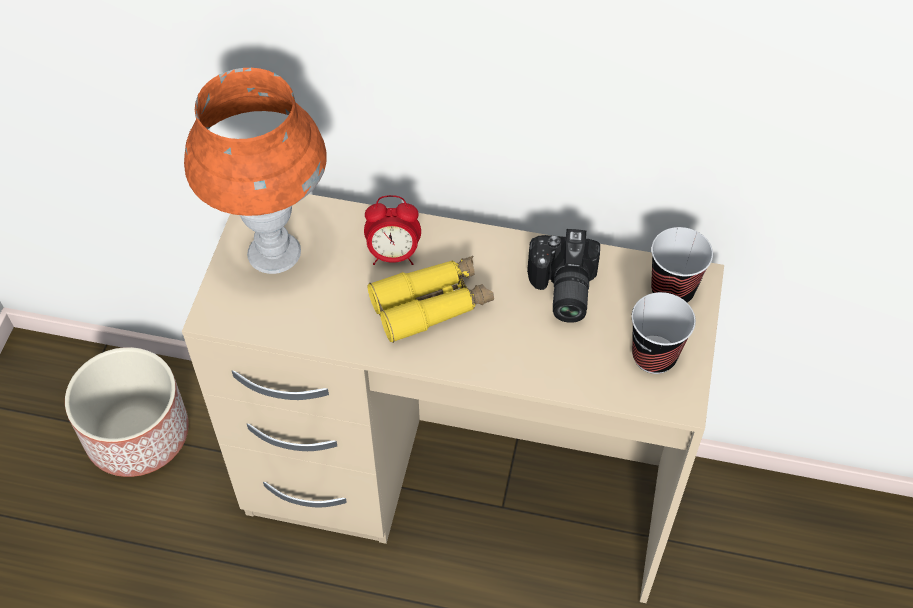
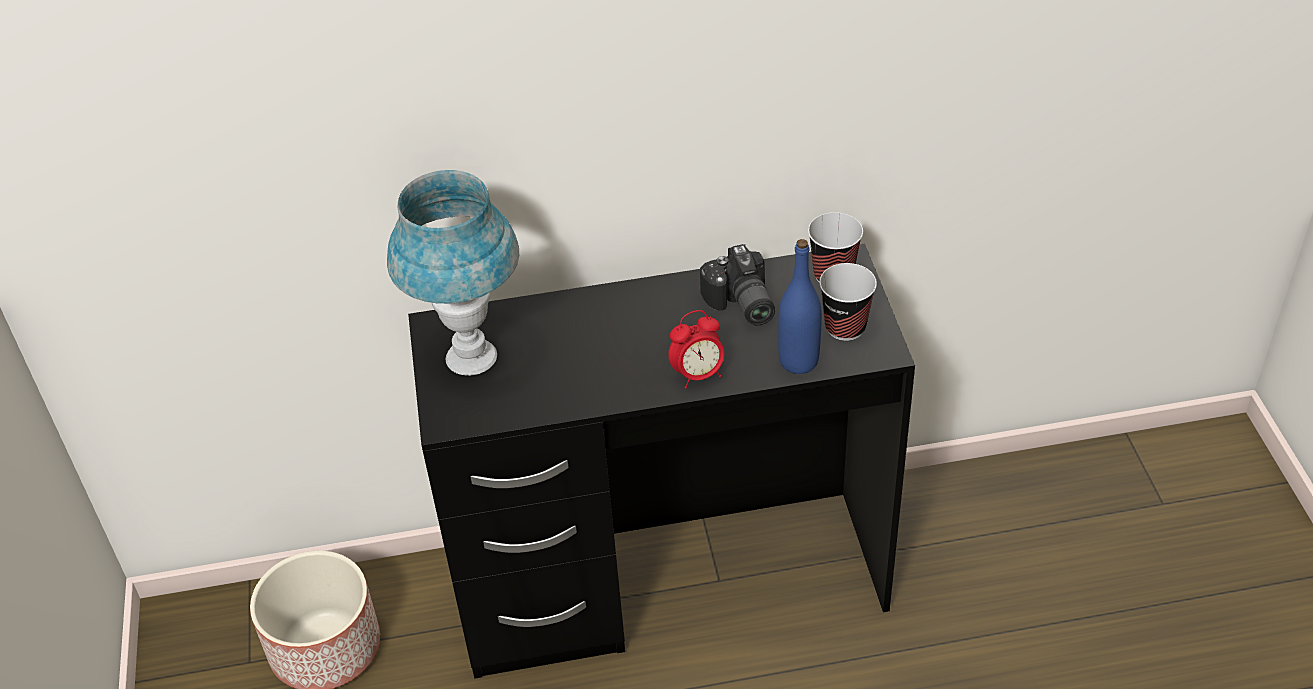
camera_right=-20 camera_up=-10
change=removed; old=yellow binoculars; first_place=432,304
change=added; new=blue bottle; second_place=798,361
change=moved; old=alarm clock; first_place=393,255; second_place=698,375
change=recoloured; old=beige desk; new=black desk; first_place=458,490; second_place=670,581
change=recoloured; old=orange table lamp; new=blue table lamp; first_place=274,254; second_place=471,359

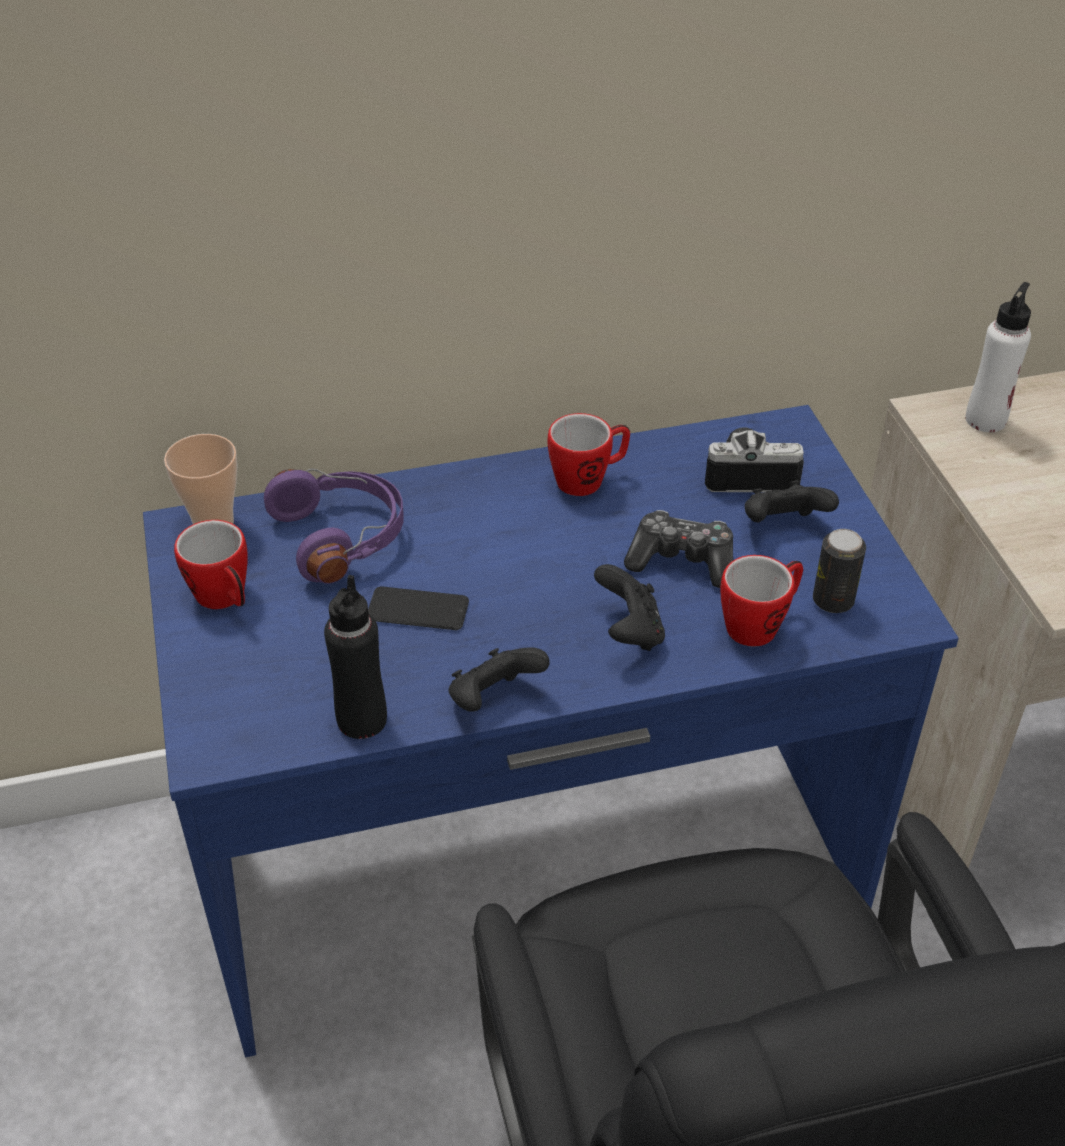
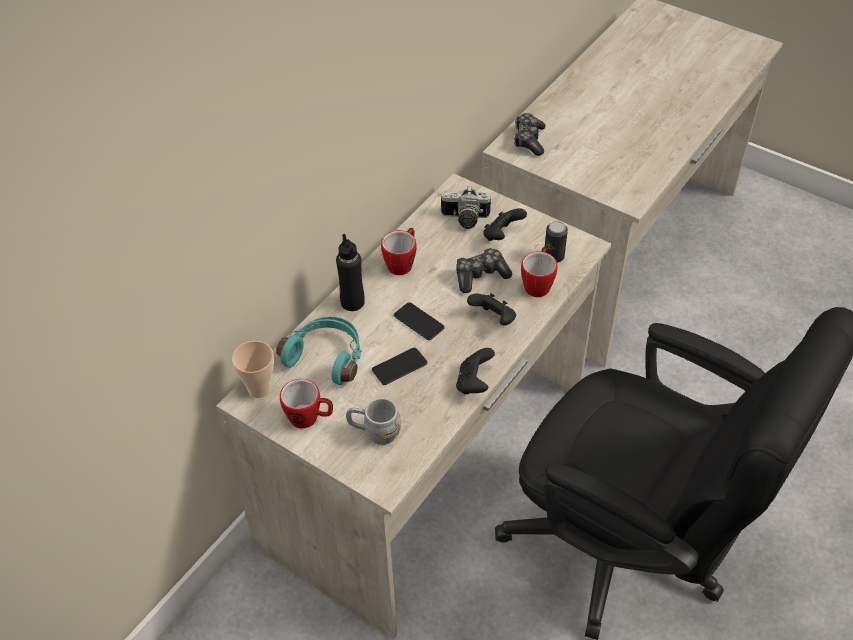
camera_right=-40 camera_up=5
change=added; new=grey mug; second_place=374,432
change=added; new=phone; second_place=419,322
change=moved; old=black bottle; first_place=361,720; second_place=352,302
change=replaced; old=white bottle; new=game controller; first_place=985,419; second_place=529,140
change=recoloured; old=blue desk; new=beige desk; first_place=532,861; second_place=429,466
change=recoloured; old=purple headphones; new=turquoise headphones; first_place=342,537; second_place=327,356
change=turned; old=photo camera; first_place=749,474; second_place=465,220; degrees=-135

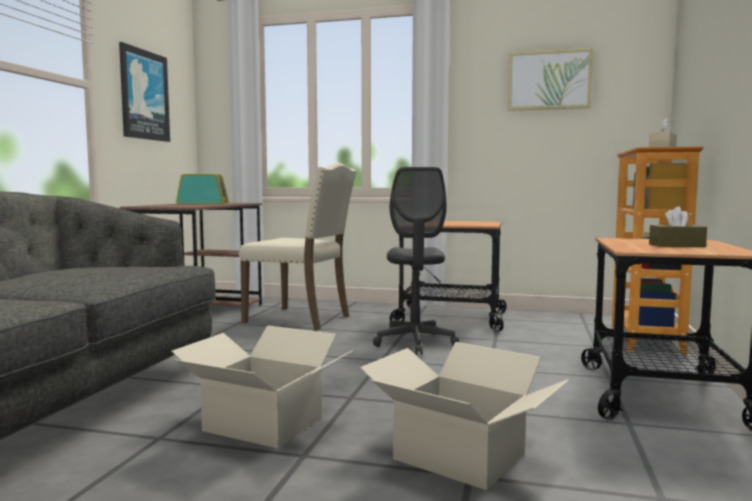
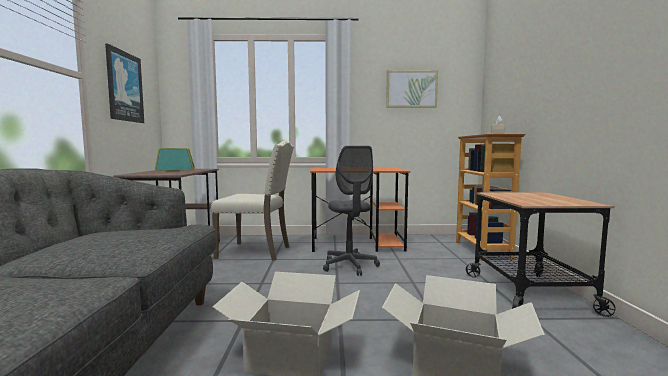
camera_right=-15 camera_up=0
change=removed; old=brown tissue box; first_place=676,245
change=replaced; old=cart; new=orange desk; first_place=450,319; second_place=358,244

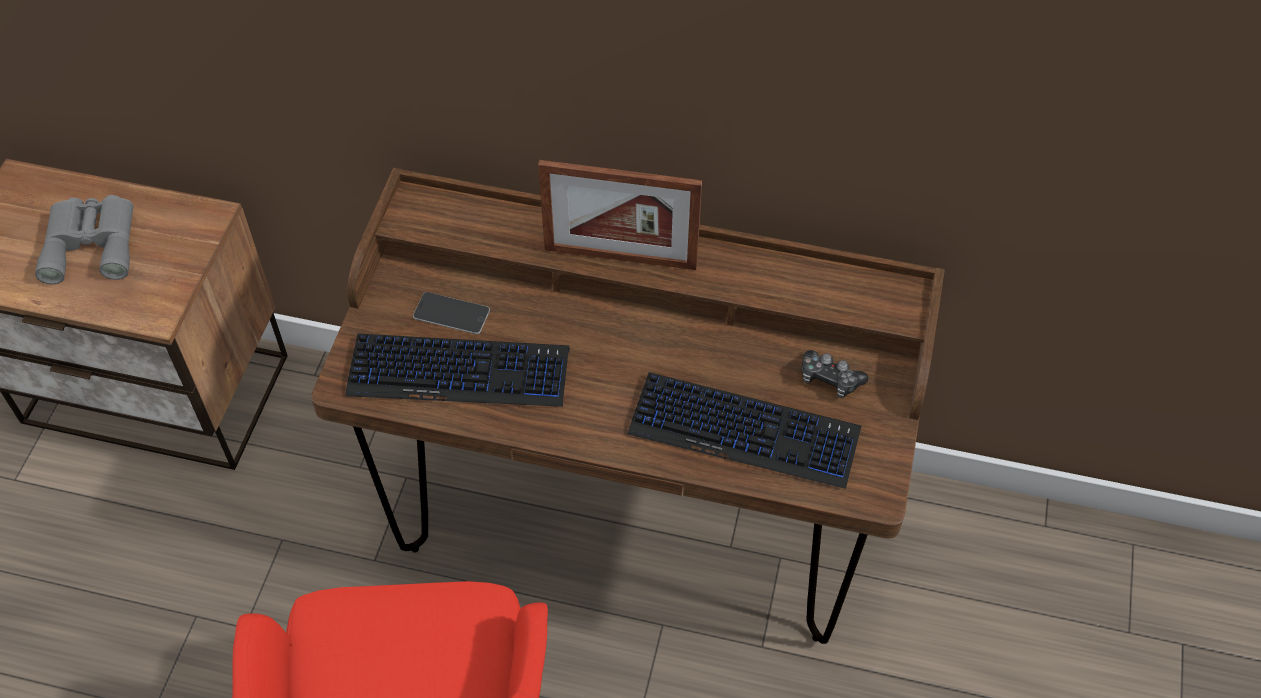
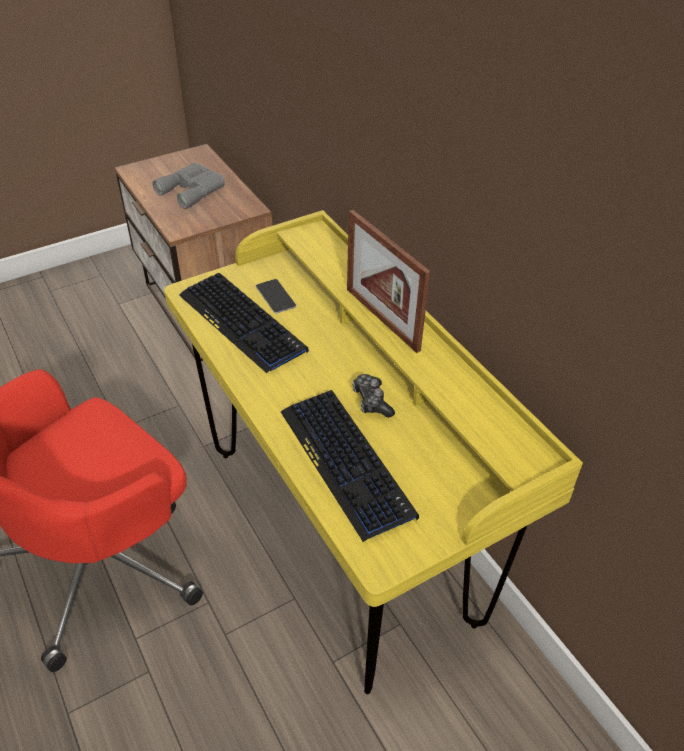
camera_right=45 camera_up=-10
change=moved; old=game controller; first_place=829,379; second_place=371,401
change=recoloured; old=brown desk; new=yellow desk; first_place=631,522; second_place=340,532

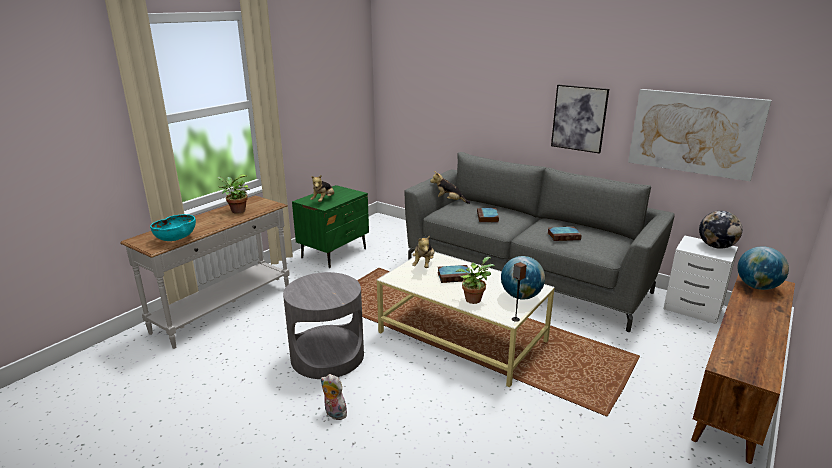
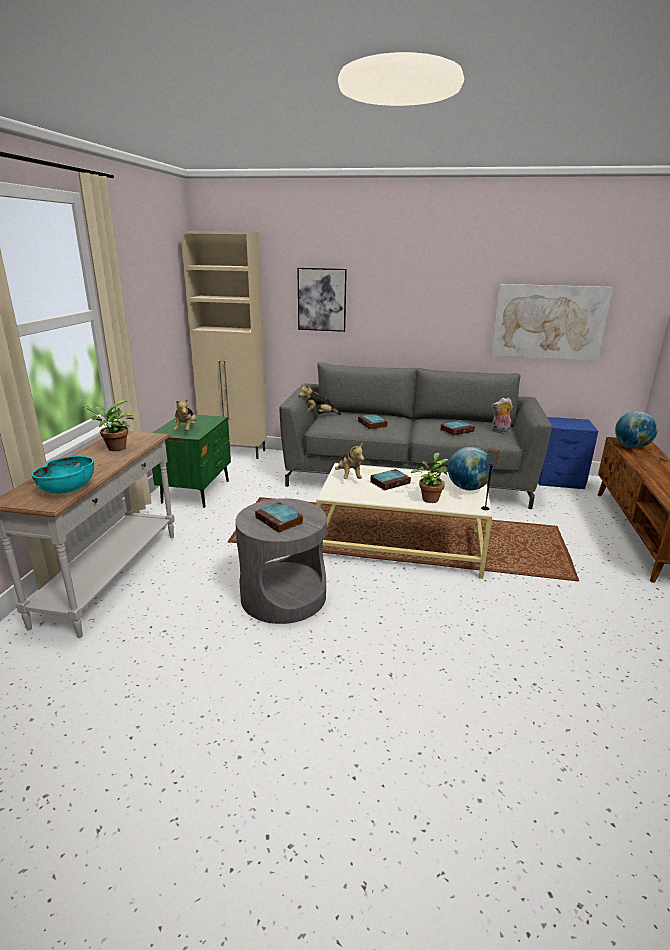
camera_right=-25 camera_up=0
change=removed; old=globe; first_place=716,246
change=added; new=beige cabinet; second_place=235,452
change=added; new=book; second_place=280,521
change=moved; old=plush toy; first_place=334,414; second_place=500,432
change=moved; old=picture; first_place=579,118; second_place=322,299
change=recoloured; old=white nightstand; new=blue nightstand; first_place=694,309; second_place=559,480

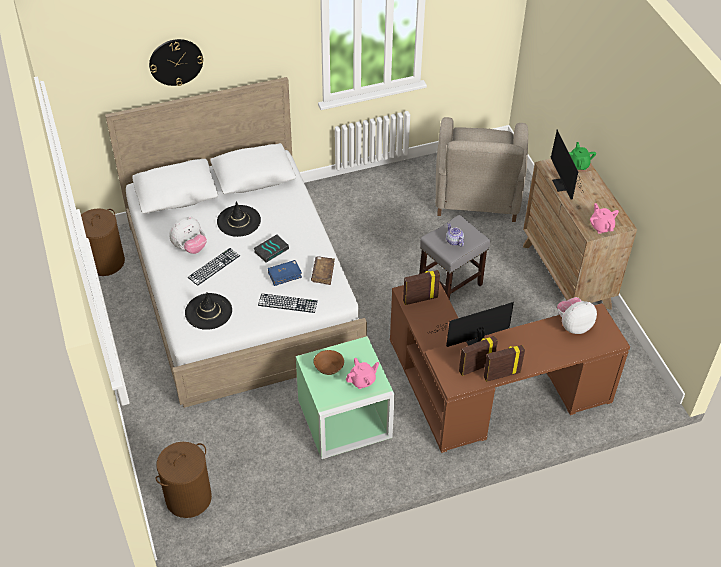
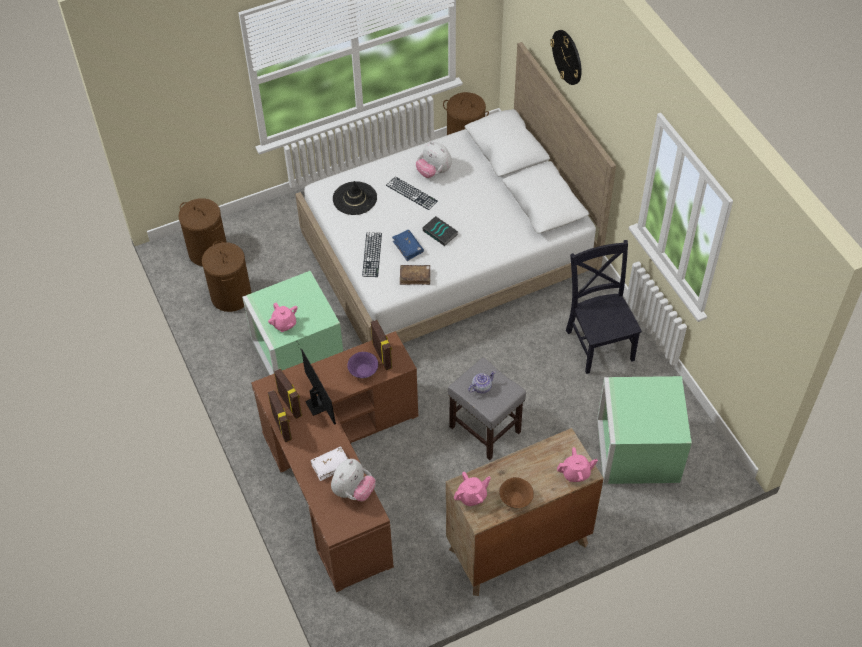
camera_right=85 camera_up=5
change=removed; old=black hat; first_place=238,221
change=removed; old=monitor; first_place=563,187
change=added; new=brown laundry basket; second_place=231,295
change=added; new=white book; second_place=330,465
change=added; new=purple bowl; second_place=363,371
change=added; new=black chair; second_place=599,342
change=moved; old=brown bowl; first_place=329,368; second_place=516,499
change=replaced; old=beige armchair; new=green storage box; first_place=477,194; second_place=636,449
change=recoloured; old=green teapot; new=pink teapot; first_place=578,165; second_place=576,473
change=turned; old=plush toy; first_place=573,325; second_place=353,491; degrees=60

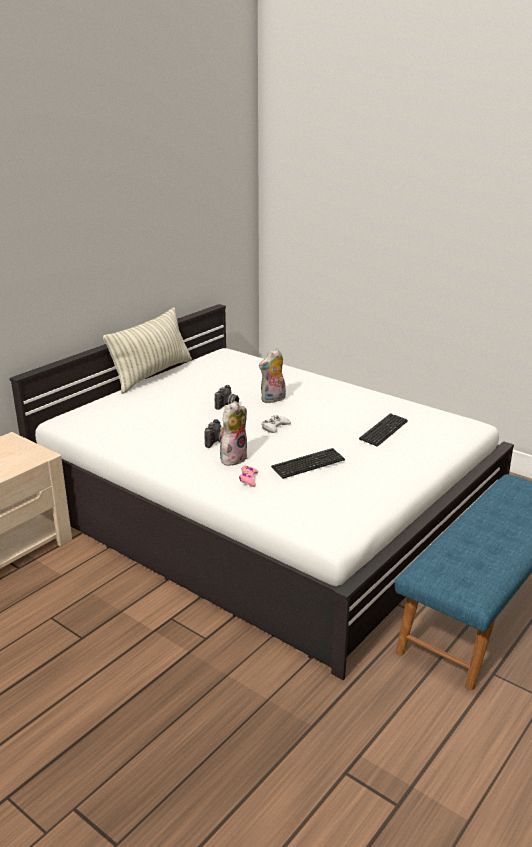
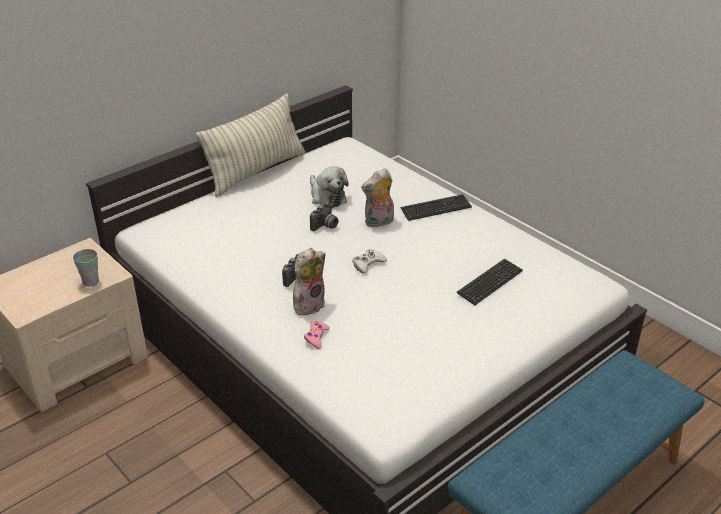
camera_right=10 camera_up=10
change=added; new=cup; second_place=91,282
change=added; new=plush toy; second_place=327,197
change=moved; old=keyboard; first_place=308,464; second_place=436,209

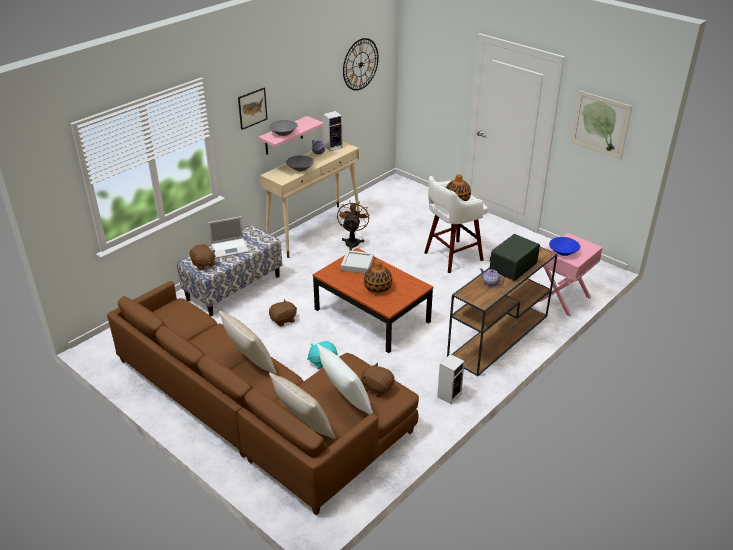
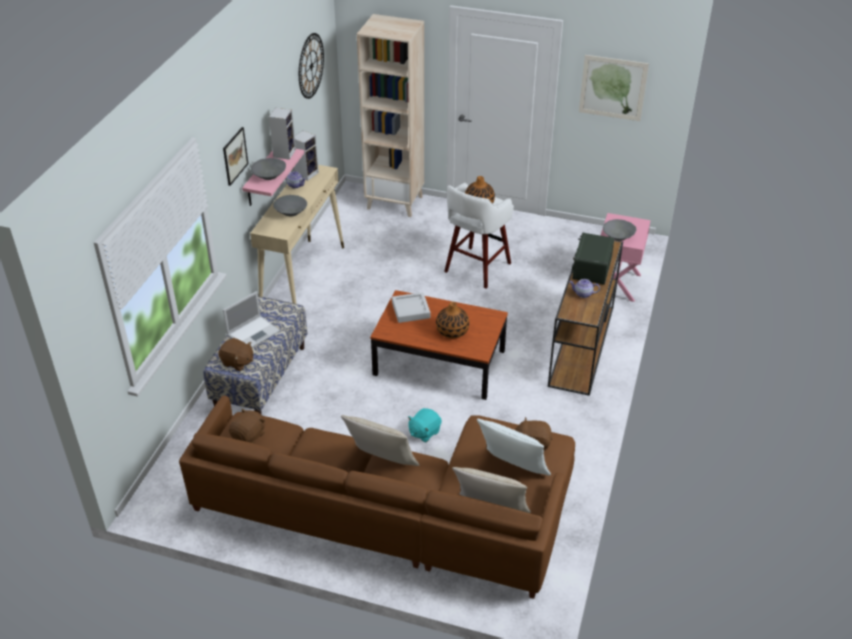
camera_right=-25 camera_up=5
change=removed; old=brown fan; first_place=352,242
change=added; new=beige bookcase; second_place=395,202
change=moved; old=brown plush toy; first_place=283,320; second_place=249,436
change=moved; old=speaker; first_place=449,395; second_place=284,153
change=recoloured; old=blue bowl; new=grey bowl; first_place=563,252; second_place=618,236

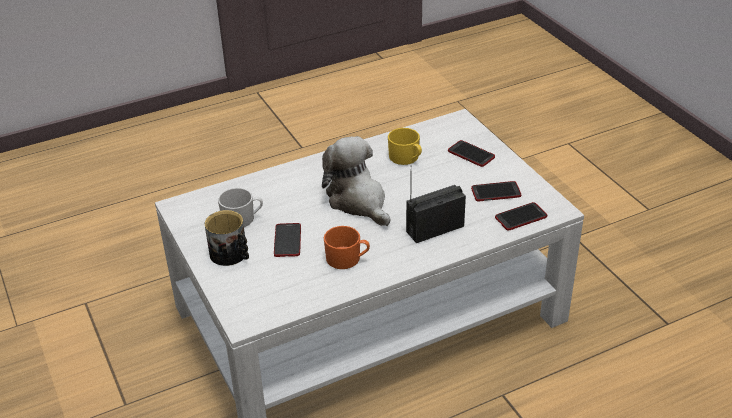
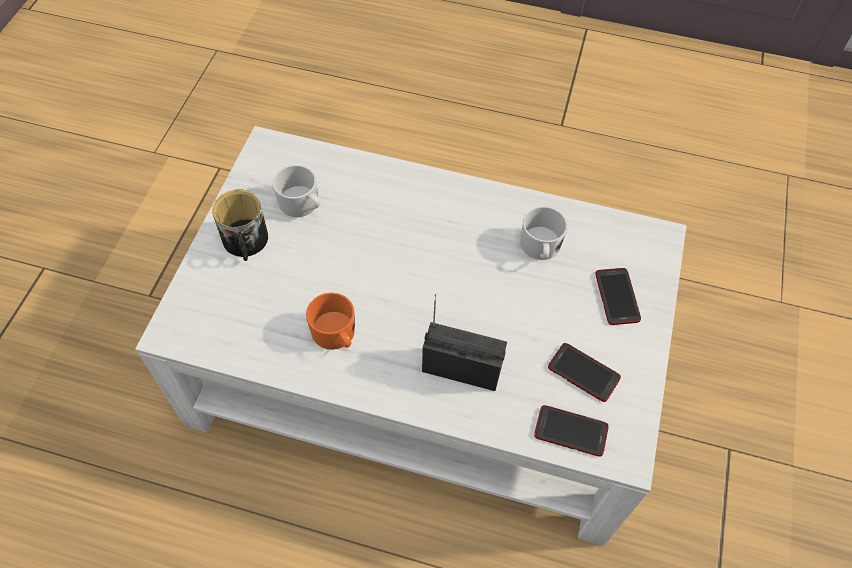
camera_right=40 camera_up=20
change=removed; old=phone; first_place=287,241
change=removed; old=plush toy; first_place=358,201
change=recoloured; old=yellow mug; new=white mug; first_place=406,158; second_place=540,248

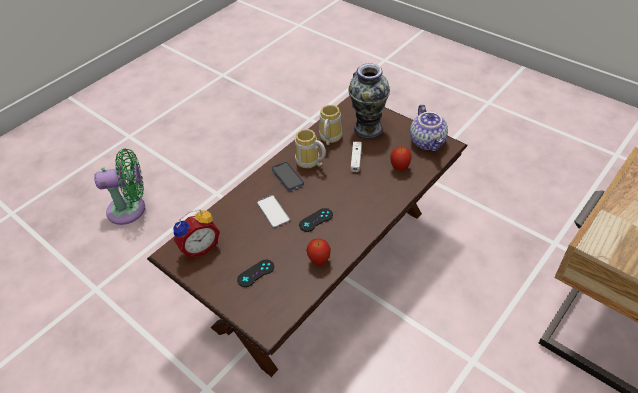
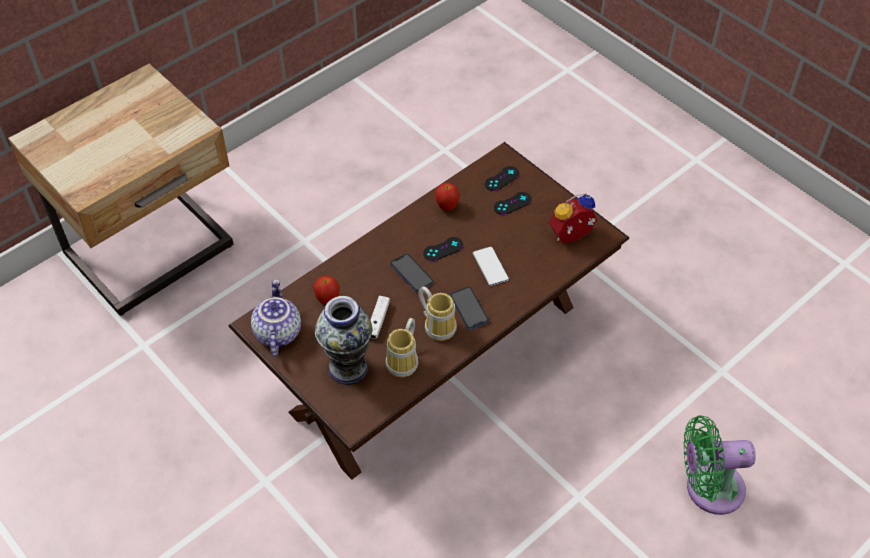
camera_right=-175 camera_up=5
change=added; new=phone; second_place=411,273
change=added; new=black game controller; second_place=502,179

